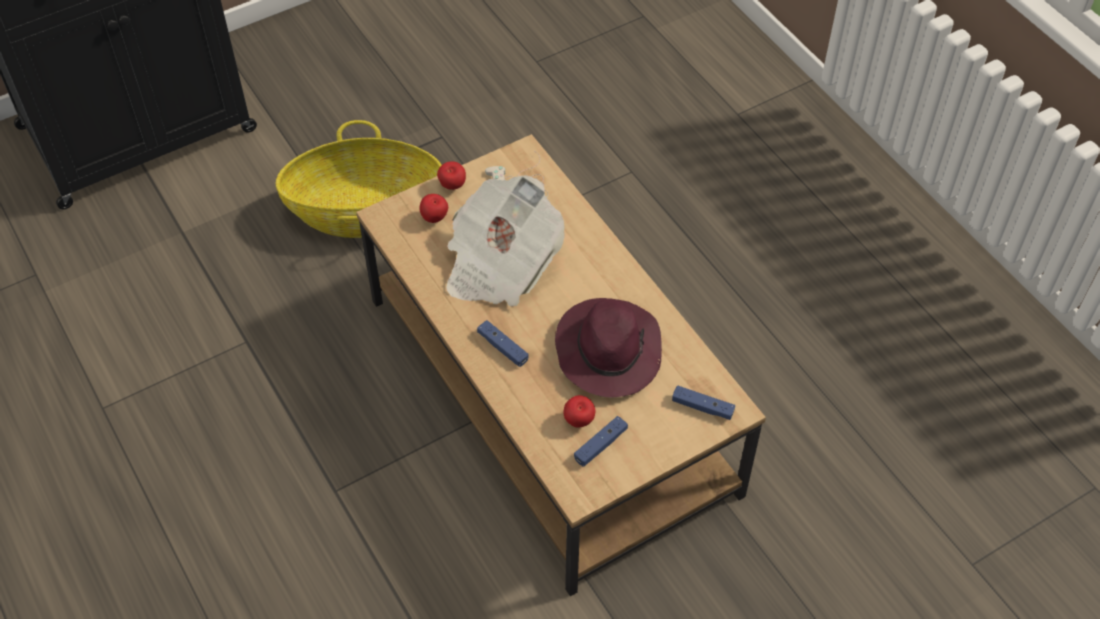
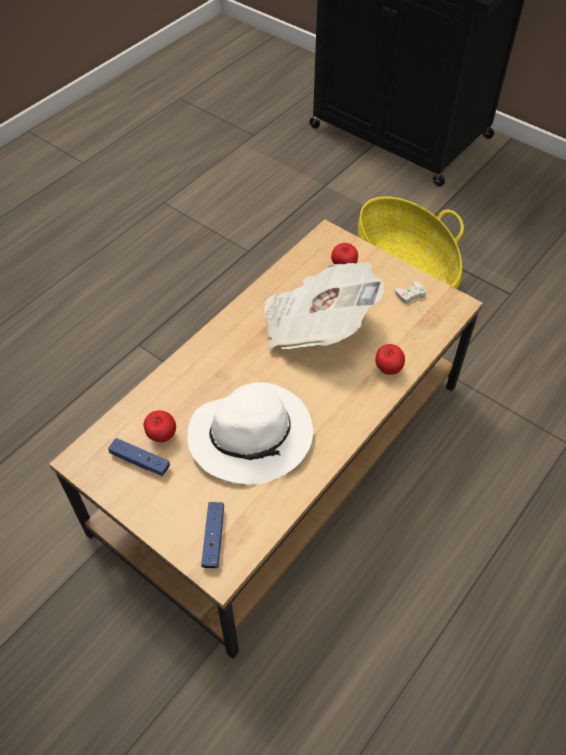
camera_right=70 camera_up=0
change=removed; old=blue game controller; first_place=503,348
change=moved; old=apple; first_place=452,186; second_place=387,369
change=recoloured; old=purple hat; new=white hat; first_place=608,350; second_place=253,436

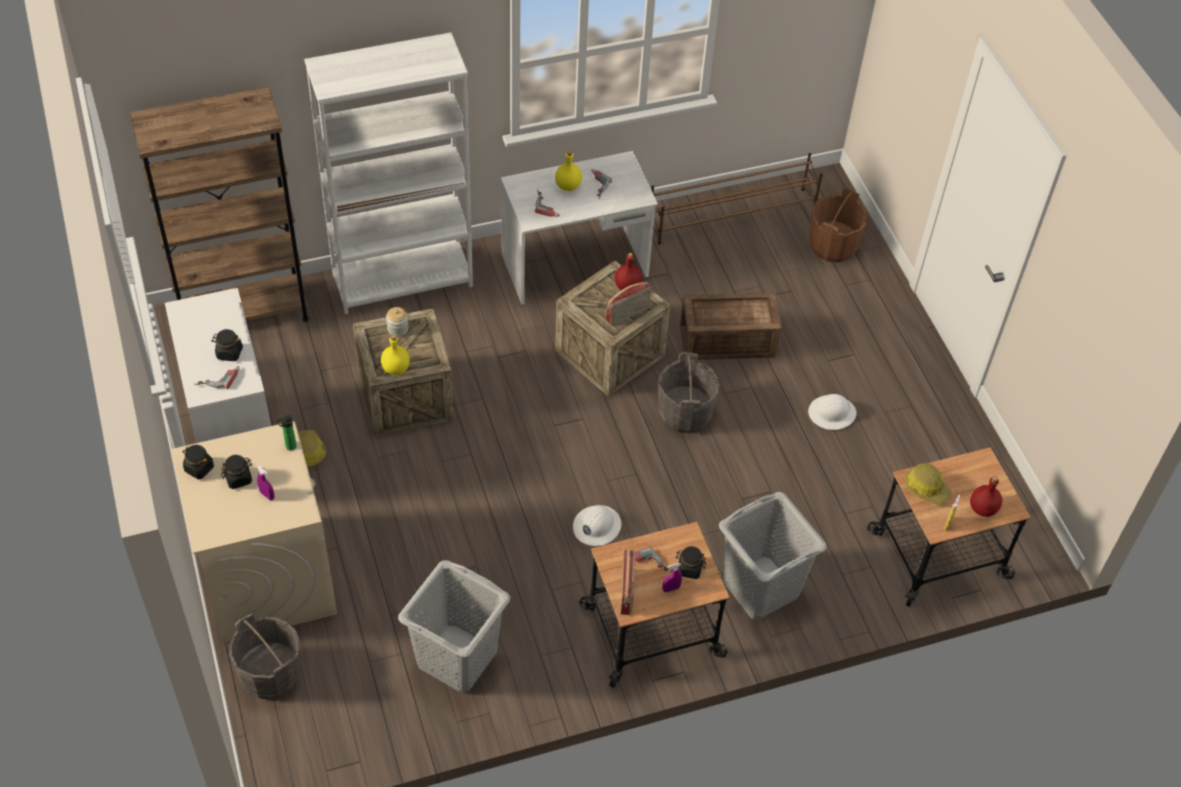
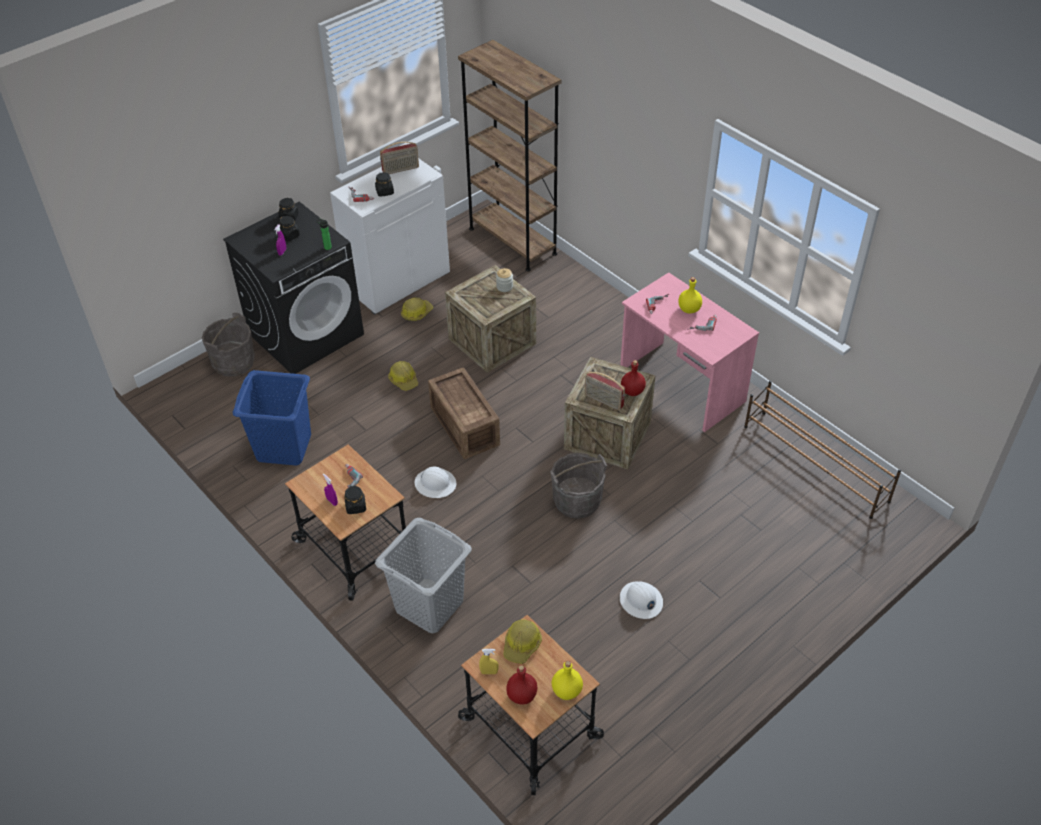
camera_right=70 camera_up=-5
change=removed; old=white bookcase; first_place=403,280
change=removed; old=brown bucket; first_place=833,245
change=added; new=hard hat; second_place=404,380
change=moved; old=yellow bottle; first_place=396,368; second_place=567,691
change=moved; old=radio; first_place=627,592; second_place=400,170
change=moved; old=crate; first_place=725,340; second_place=465,425
change=recoloured; old=beige washing machine; new=black washing machine; first_place=267,577; second_place=306,333
change=recoloured; old=grey laundry basket; new=blue laundry basket; first_place=456,658; second_place=284,447
change=recoloured; old=white desk; new=pink desk; first_place=576,266; second_place=681,386

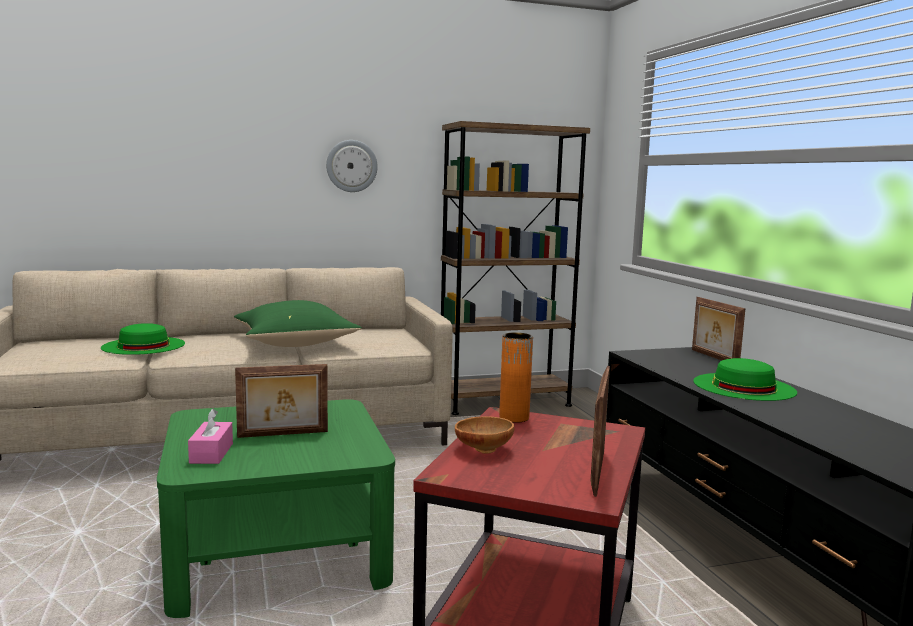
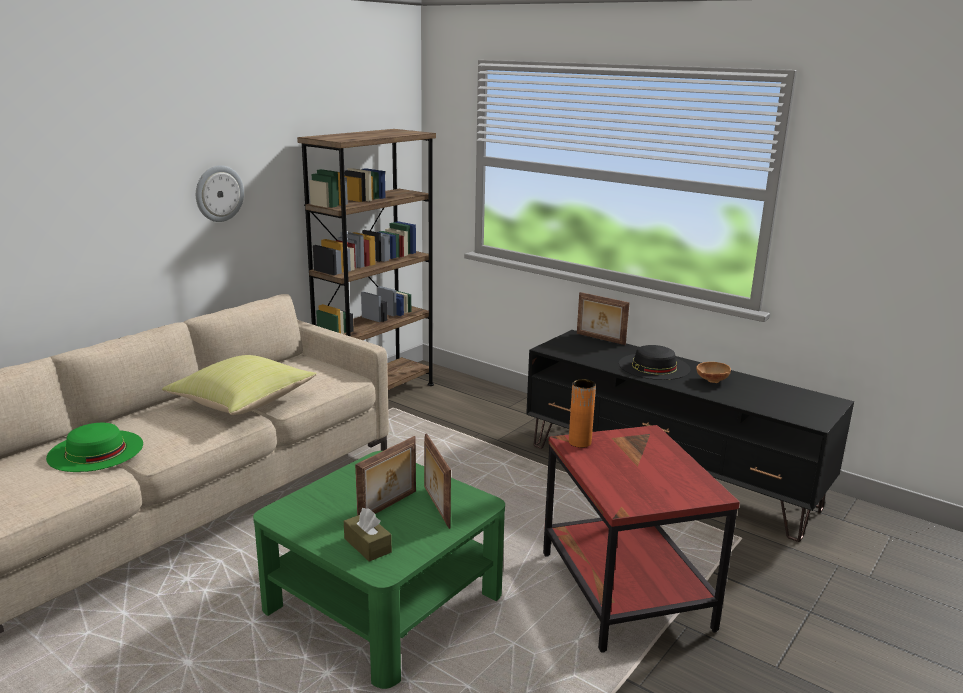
camera_right=-35 camera_up=10
change=moved; old=brown bowl; first_place=482,449; second_place=711,380
change=moved; old=picture frame; first_place=597,472; second_place=435,507
change=recoloured; old=pink tissue box; new=brown tissue box; first_place=211,453; second_place=367,545
change=recoloured; old=green pillow; new=yellow pillow; first_place=296,344; second_place=243,403
change=recoloured; old=green hat; new=black hat; first_place=743,386; second_place=654,366

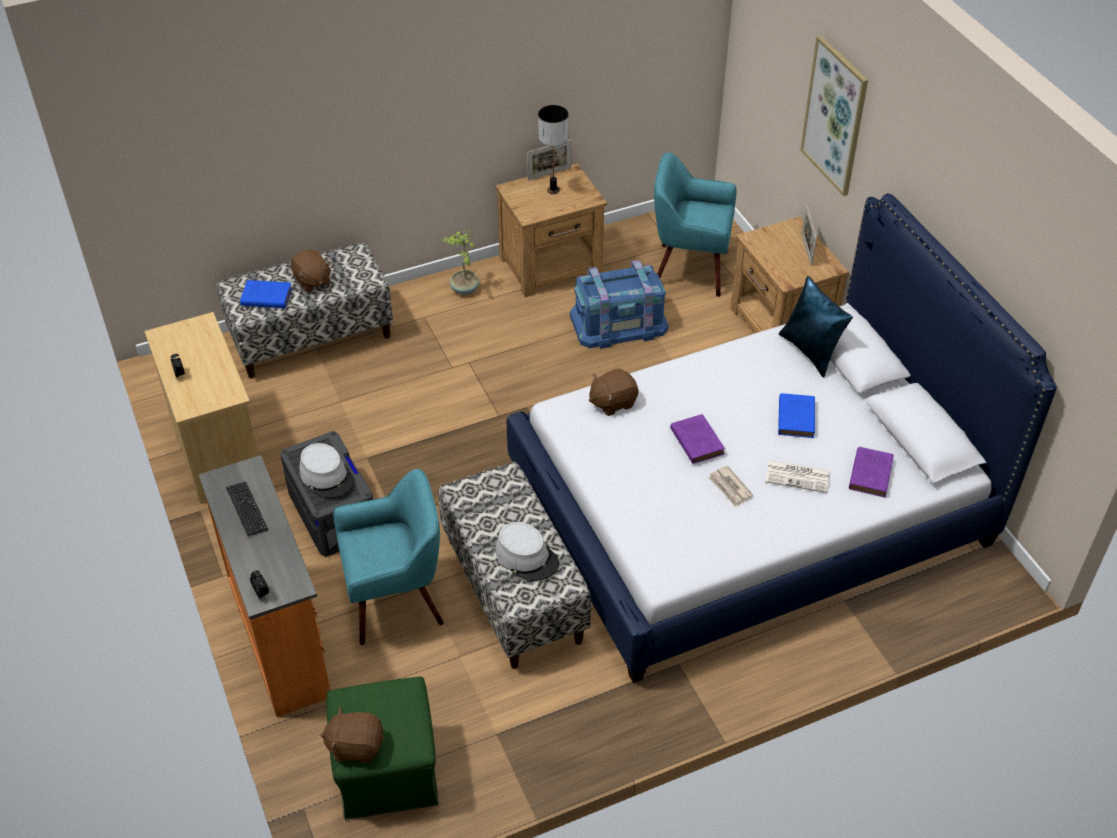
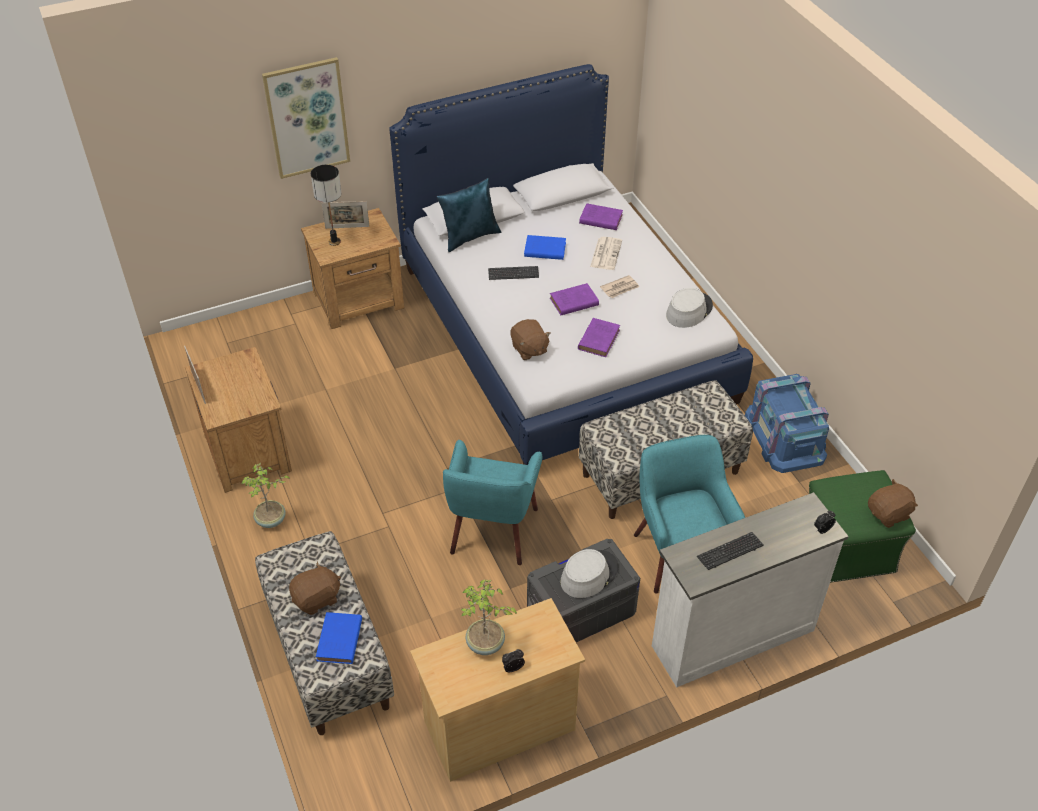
camera_right=-90 camera_up=0
change=added; new=potted plant; second_place=485,644
change=added; new=keyboard; second_place=513,274
change=added; new=purple book; second_place=599,339
change=moved; old=grey hat; first_place=527,557; second_place=689,310
change=moved; old=table lamp; first_place=553,190; second_place=334,241
change=moved; old=blue storage box; first_place=618,323; second_place=785,436
change=moved; old=turquoise armchair; first_place=689,268; second_place=492,531
change=recoloured; old=orange dresser; new=white dresser; first_place=281,637; second_place=730,636
change=turned; old=brown plush toy; first_place=355,746; second_place=888,514; degrees=-120

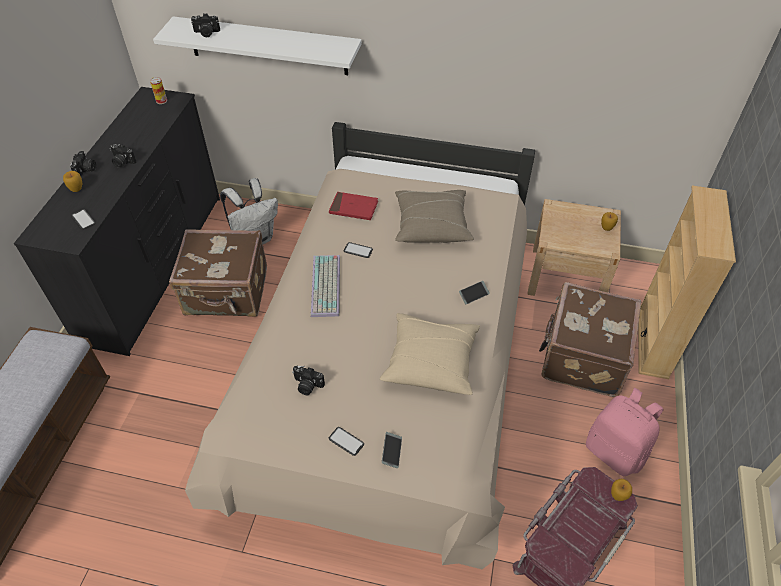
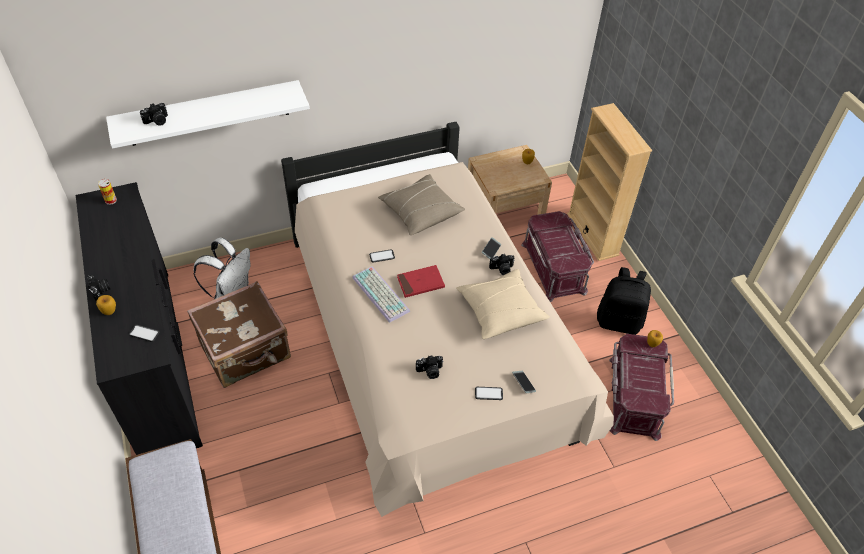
camera_right=-35 camera_up=0
change=moved; old=photo camera; first_place=122,162; second_place=501,269
change=moved; old=red book; first_place=353,208; second_place=420,283
change=replaced; old=brown suitcase; new=red storage box; first_place=581,356; second_place=554,267
change=recoloured; old=pink backpack; new=black backpack; first_place=615,451; second_place=619,321

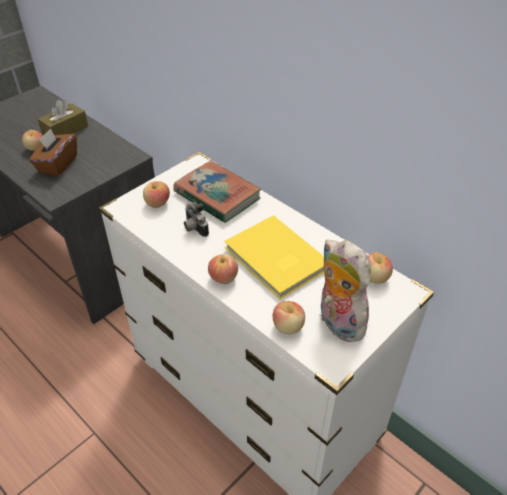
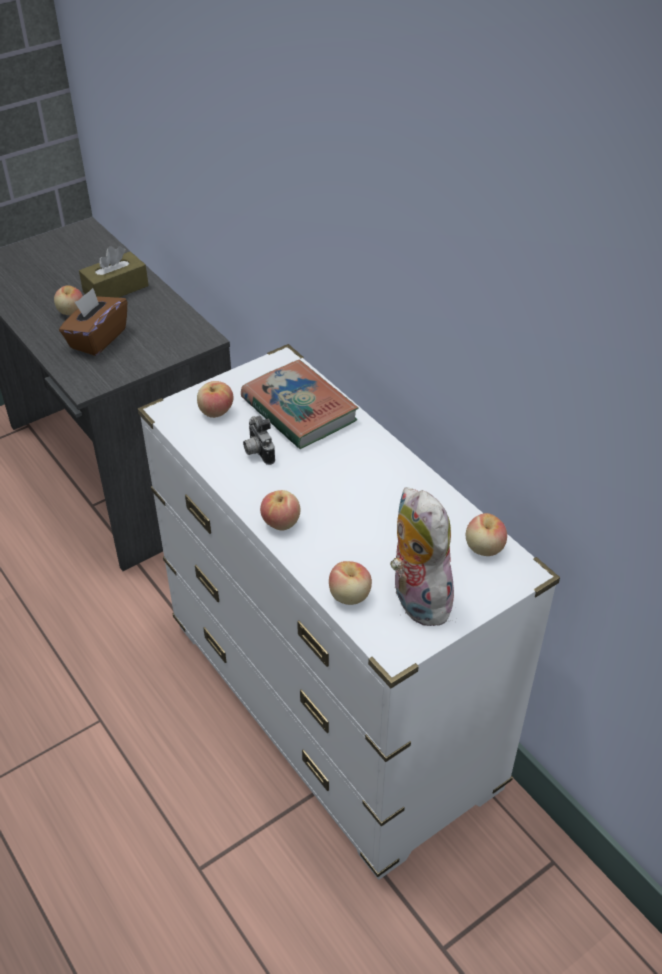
camera_right=10 camera_up=0
change=removed; old=yellow book; first_place=275,260

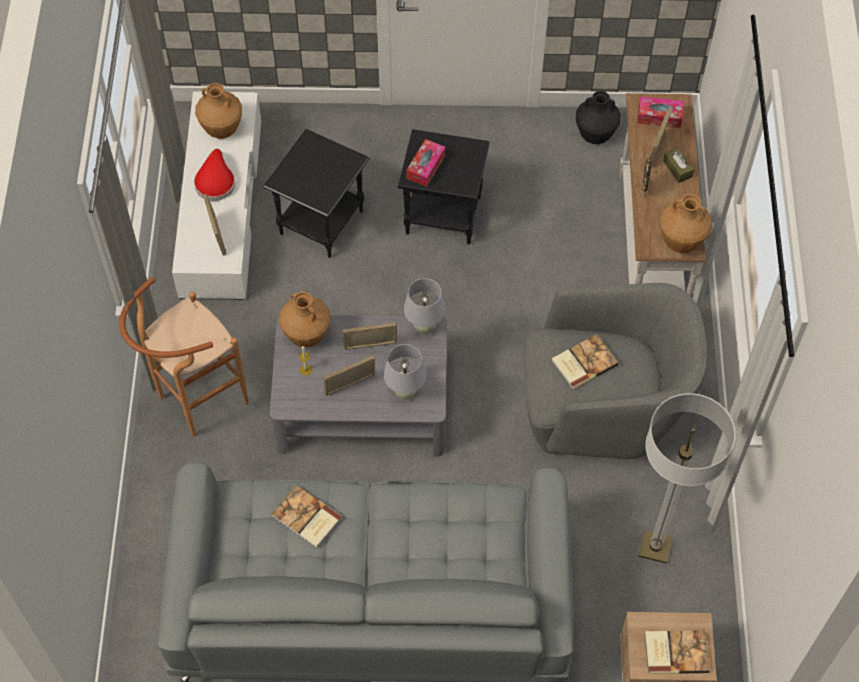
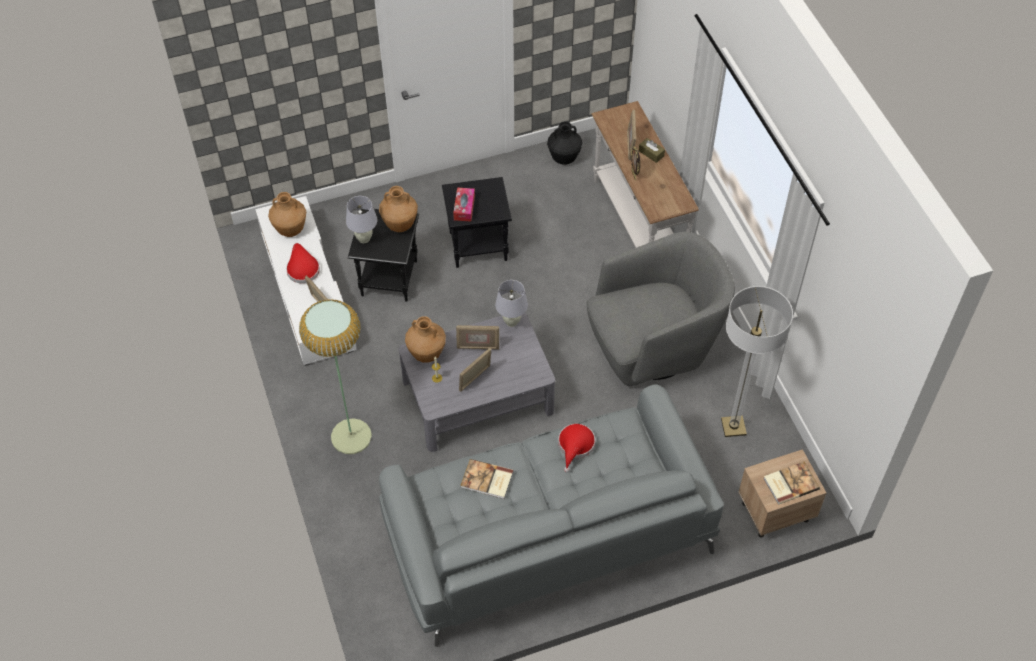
camera_right=-20 camera_up=-5
change=removed; old=book; first_place=583,362
change=removed; old=tissue box; first_place=659,116
change=added; new=red hat; second_place=575,446
change=moved; old=white table lamp; first_place=405,393; second_place=364,239
change=moved; old=brown vase; first_place=681,242; second_place=400,225
change=replaced; old=brown stool; new=floor lamp; first_place=195,403; second_place=351,436
change=turned; old=picture frame; first_place=370,347; second_place=478,347; degrees=-150

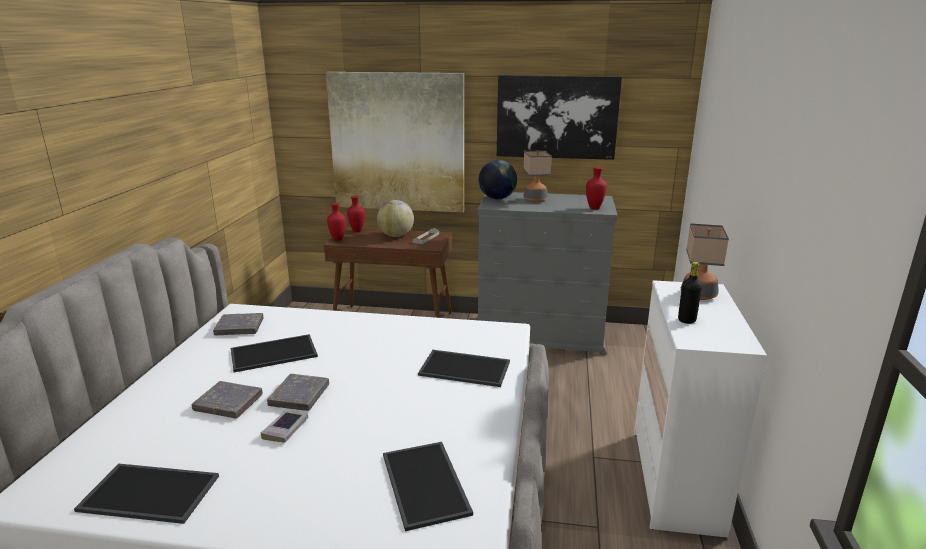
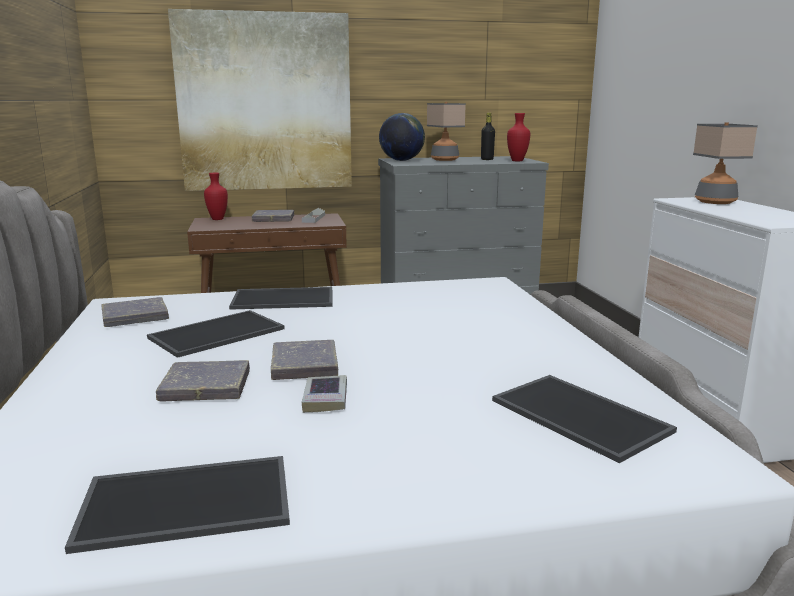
camera_right=-20 camera_up=-5
change=removed; old=red vase; first_place=337,239
change=removed; old=picture; first_place=556,117
change=moved; old=tray; first_place=466,368; second_place=284,298
change=moved; old=black bottle; first_place=686,320; second_place=487,159
change=replaced; old=globe; new=grey book; first_place=396,235; second_place=273,219

